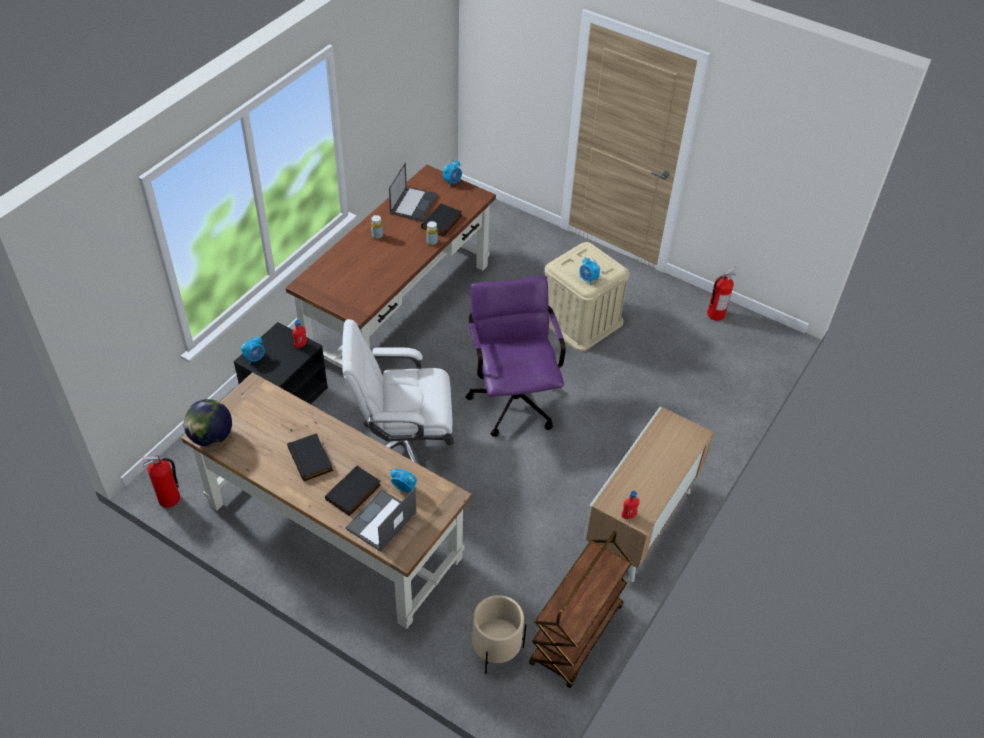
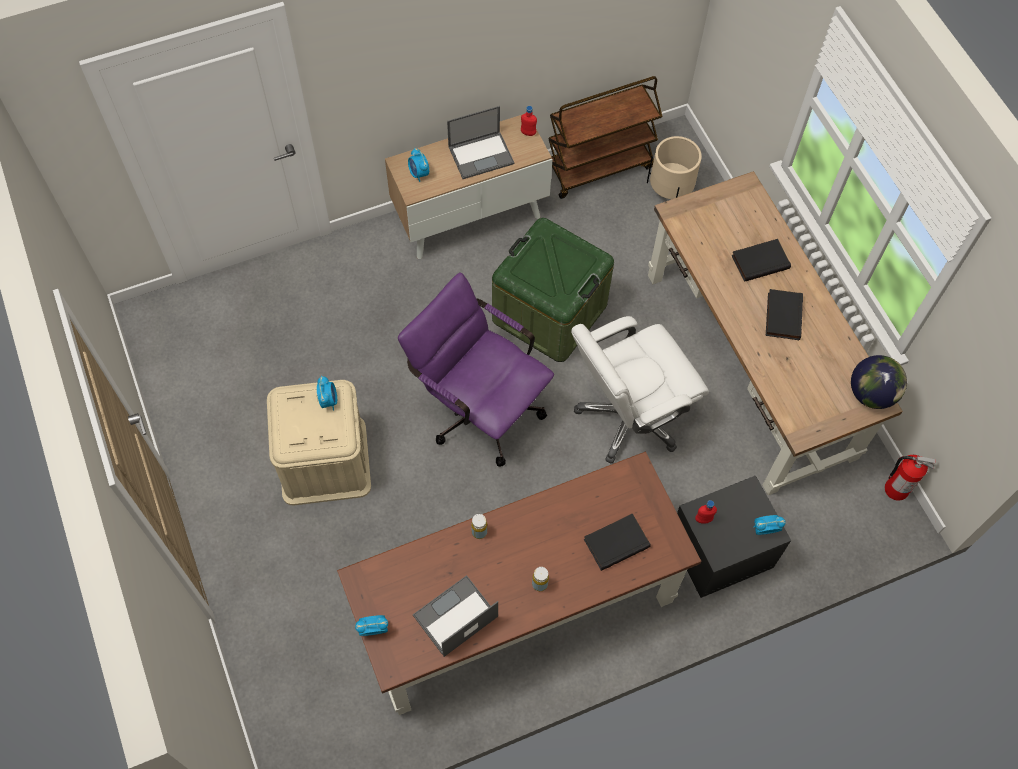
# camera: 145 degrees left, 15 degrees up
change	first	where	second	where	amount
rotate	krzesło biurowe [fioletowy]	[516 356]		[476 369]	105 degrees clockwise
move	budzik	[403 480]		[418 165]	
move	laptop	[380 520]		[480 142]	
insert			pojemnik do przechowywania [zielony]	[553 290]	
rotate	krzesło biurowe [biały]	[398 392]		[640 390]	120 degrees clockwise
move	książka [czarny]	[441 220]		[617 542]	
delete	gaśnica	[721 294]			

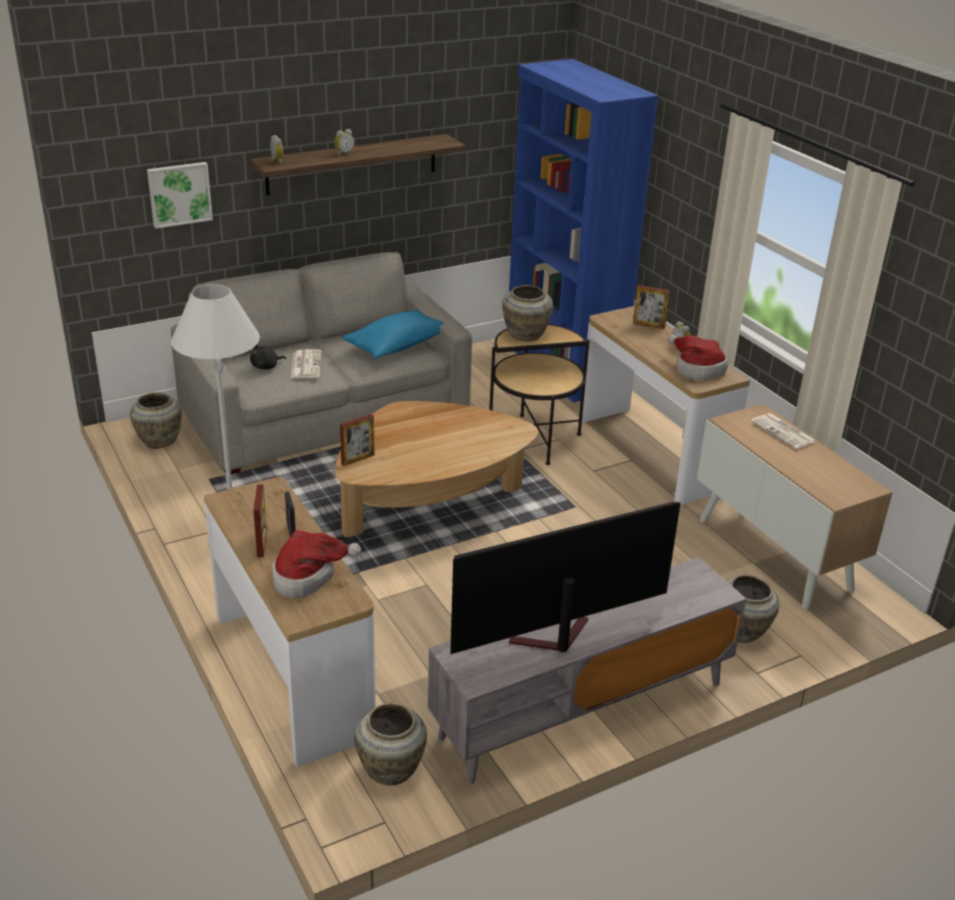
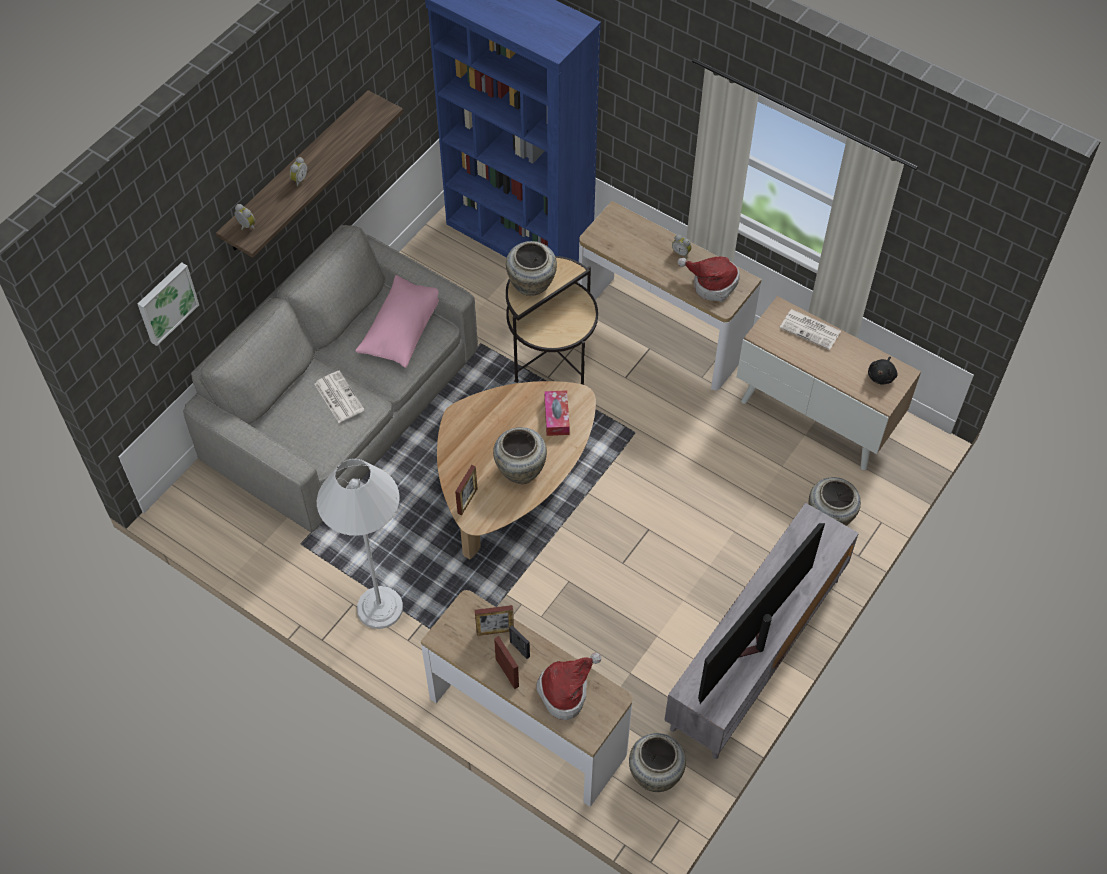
# camera: 25 degrees left, 25 degrees up
change	first	where	second	where	amount
recolor	poduszka [niebieski]	[392 334]	poduszka [różowy]	[397 321]	
move	ramka na zdjęcie	[651 307]		[494 620]	
move	wazon [beżowy]	[156 420]		[520 455]	
insert			pudełko chusteczek	[557 413]	
move	pluszak [czarny]	[268 357]		[883 371]	

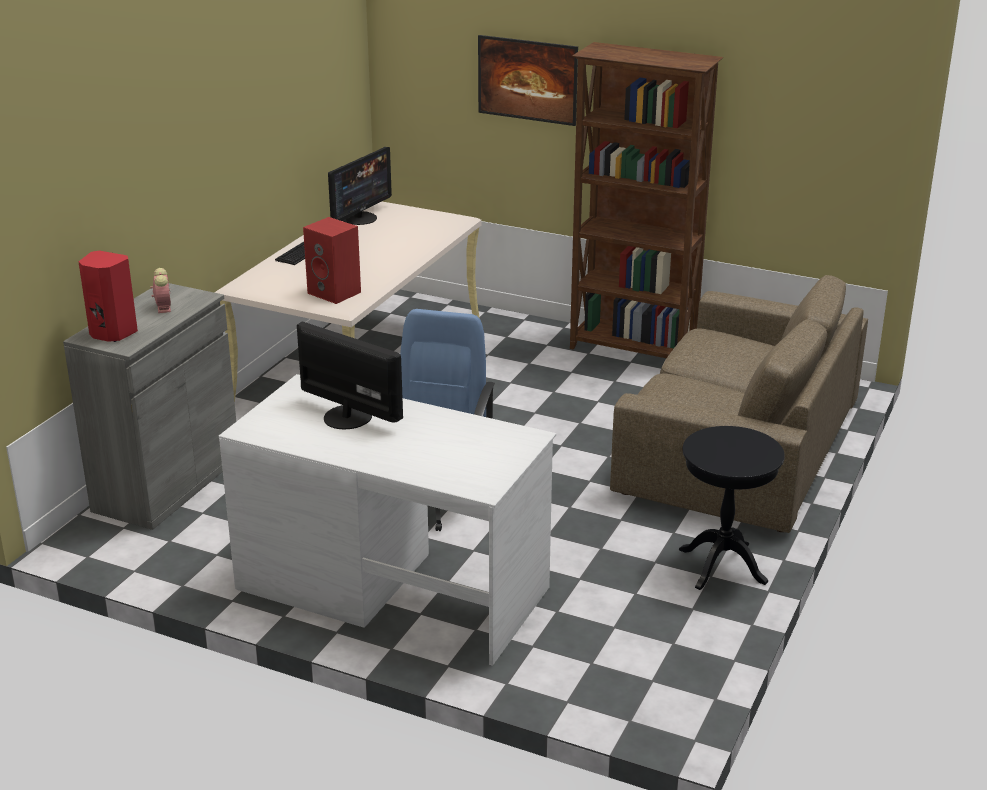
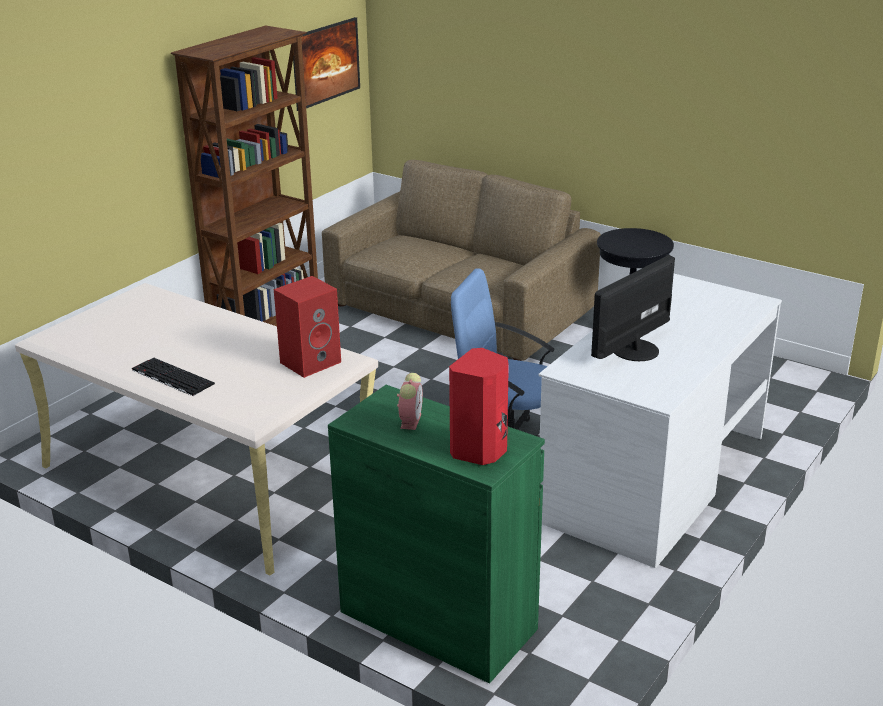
# camera: 80 degrees left, 0 degrees up
change	first	where	second	where	amount
move	obraz	[528 80]		[326 64]	
recolor	szafka [szary]	[149 406]	szafka [zielony]	[436 534]	
rotate	budzik	[160 290]		[410 401]	105 degrees clockwise
delete	monitor	[360 186]			

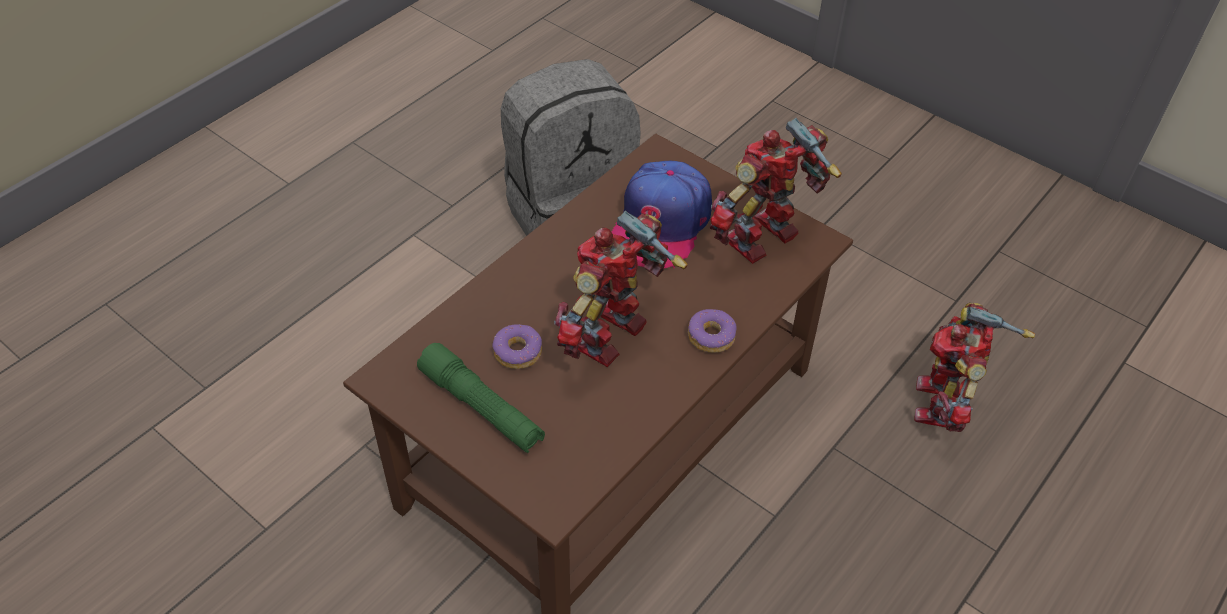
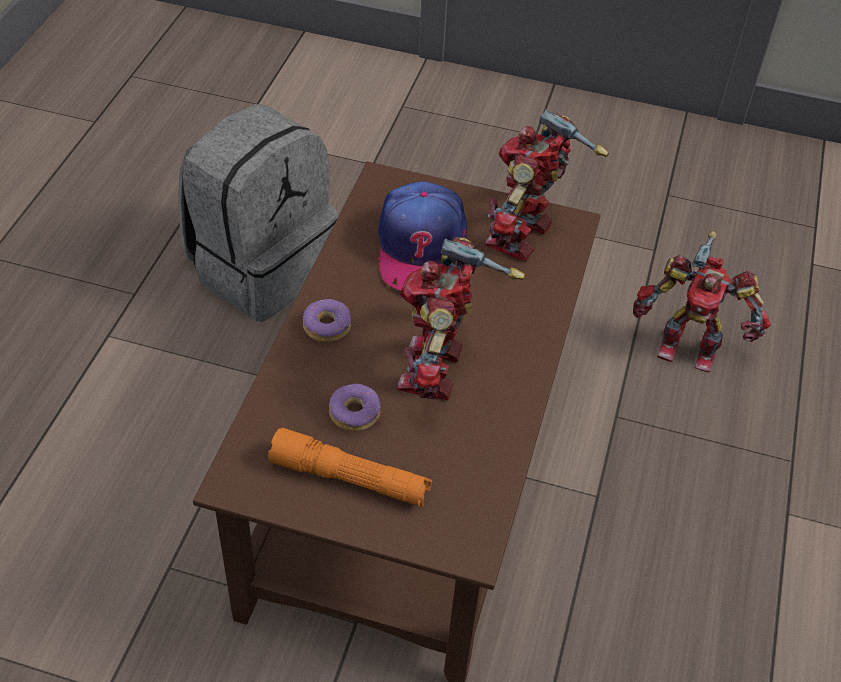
# camera: 25 degrees left, 0 degrees up
change	first	where	second	where	amount
recolor	latarka [zielony]	[481 398]	latarka [pomarańczowy]	[350 467]	
move	donut	[712 331]		[327 320]	
rotate	robot zabawkowy	[974 367]		[702 302]	60 degrees counterclockwise

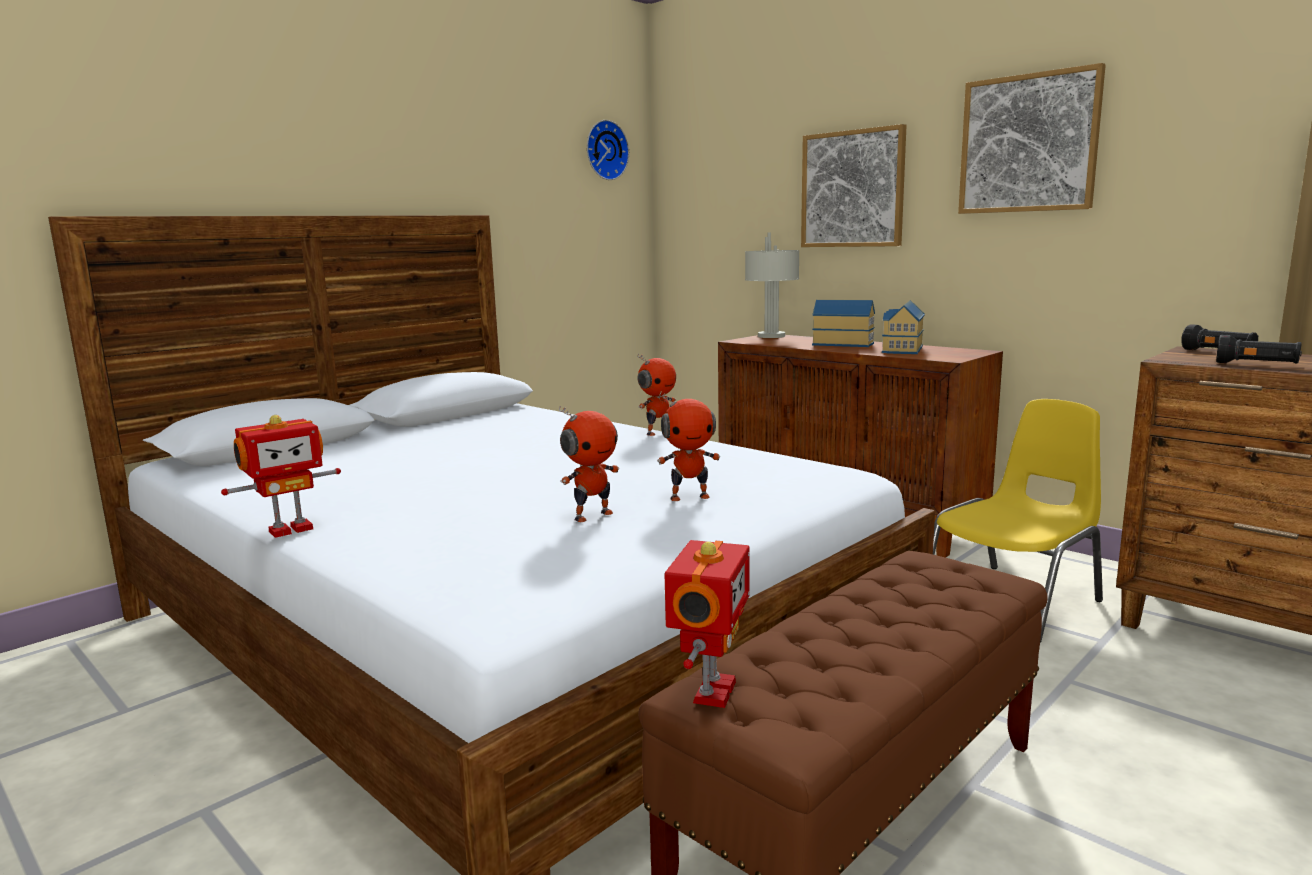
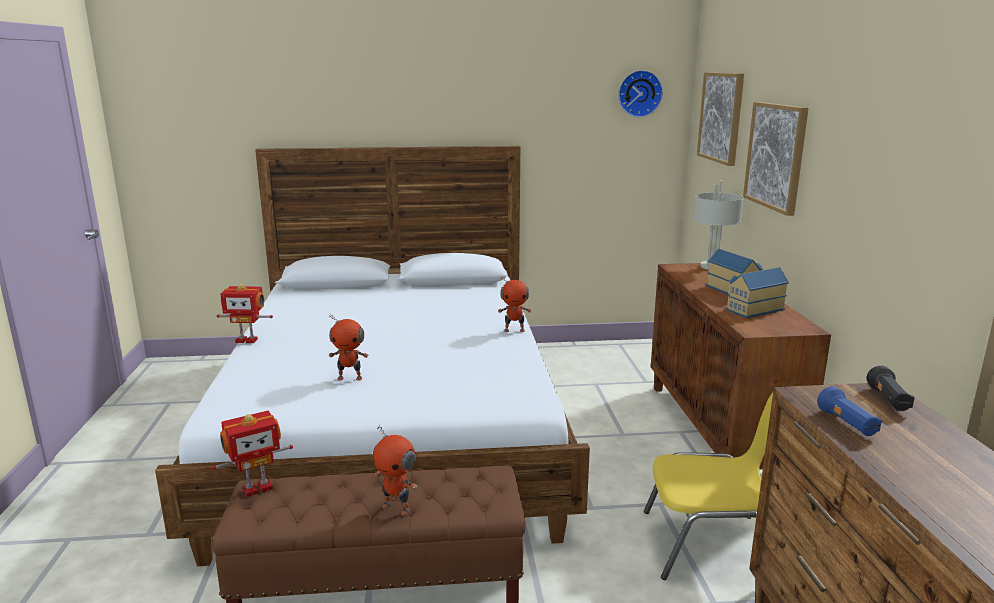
# camera: 40 degrees right, 5 degrees up
change	first	where	second	where	amount
move	robot zabawkowy	[688 446]		[395 470]	
move	obraz	[1032 138]		[720 119]	
recolor	latarka [czarny]	[1259 349]	latarka [niebieski]	[849 411]	

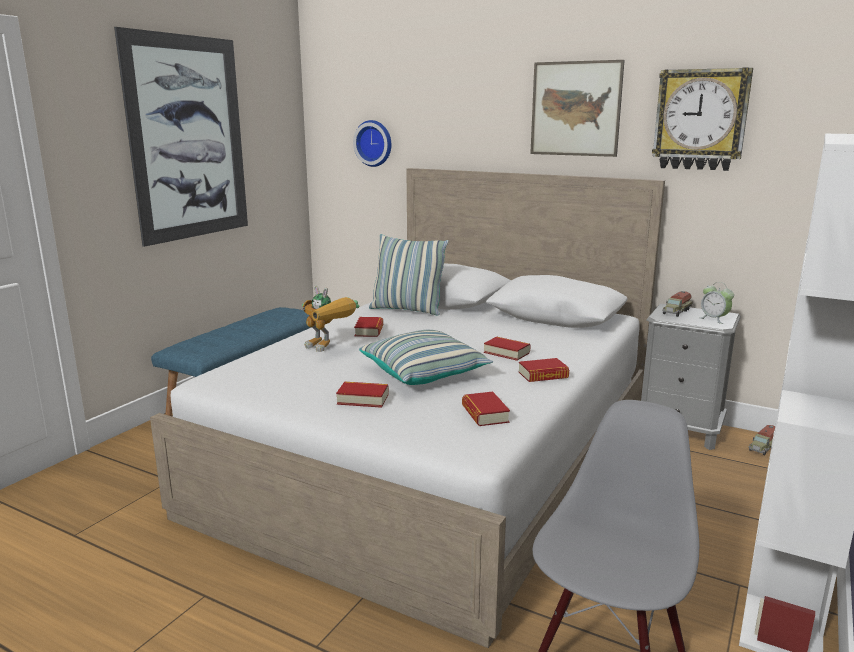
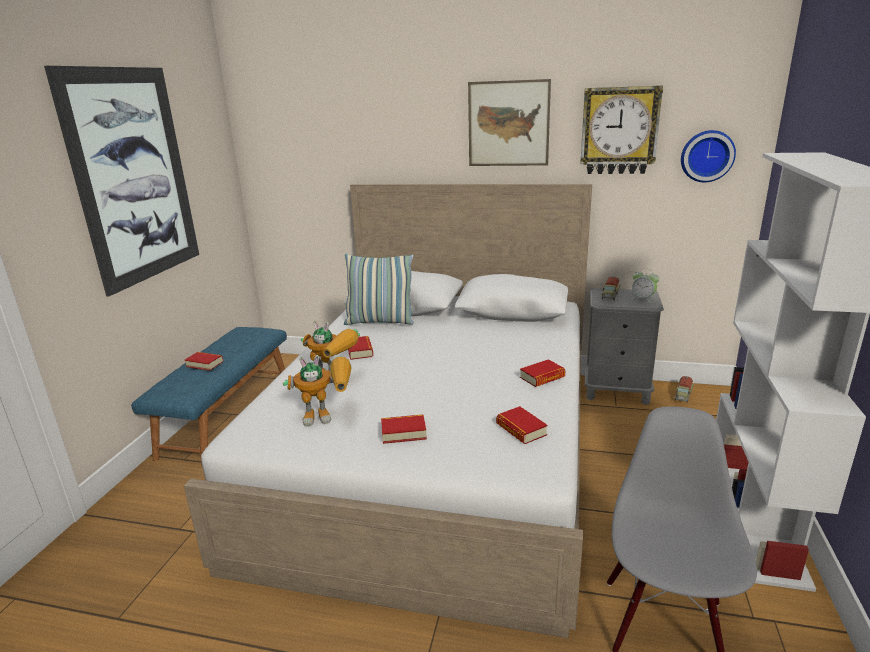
# camera: 15 degrees left, 5 degrees up
change	first	where	second	where	amount
move	książka	[507 349]		[204 361]	
insert			robot zabawkowy	[317 391]	
move	zegar ścienny	[372 143]		[708 156]	
delete	poduszka	[426 357]			

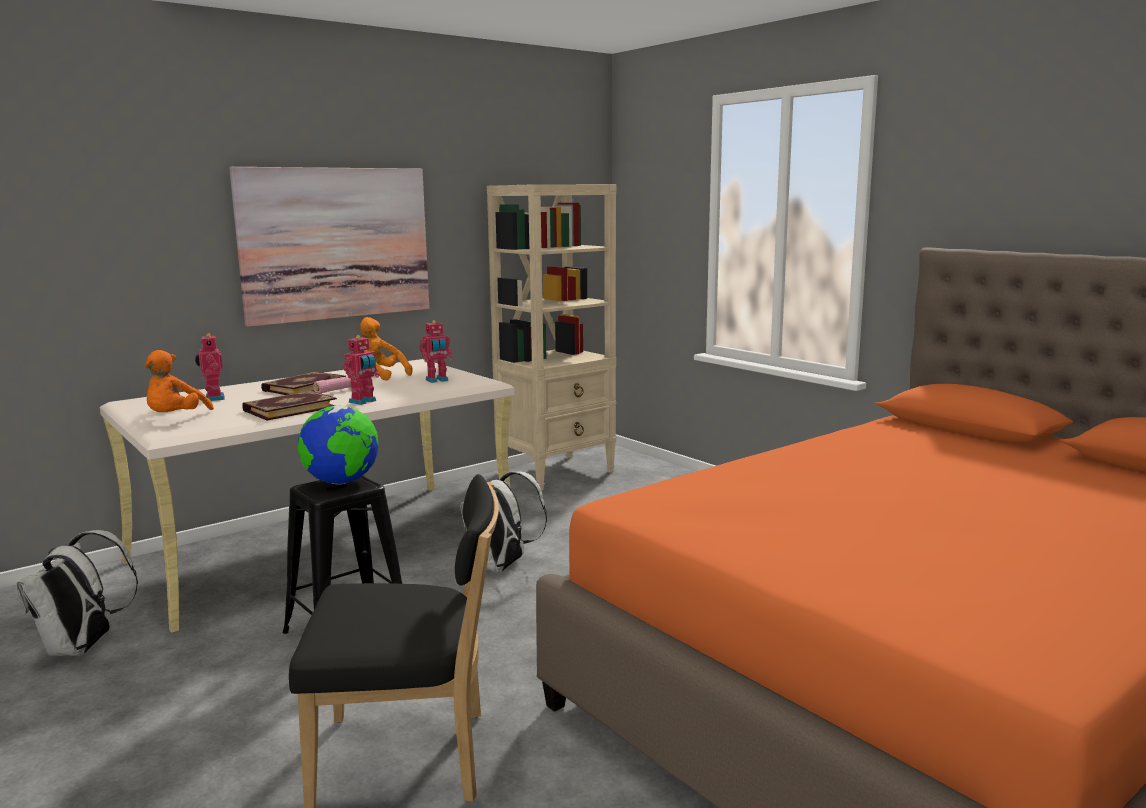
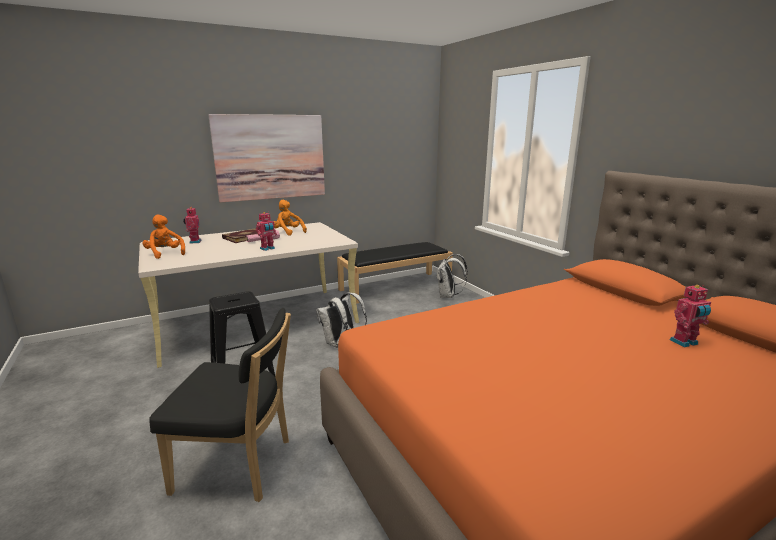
# camera: 10 degrees right, 5 degrees up
change	first	where	second	where	amount
rotate	pluszak [pomarańczowy]	[179 381]		[163 237]	120 degrees clockwise
replace	regał [beżowy]	[552 337]	ławka [czarny]	[395 273]	
move	plecak [biały]	[77 593]		[452 276]	
move	robot zabawkowy	[436 351]		[690 316]	
delete	książka	[289 406]			
delete	globus	[338 445]			

